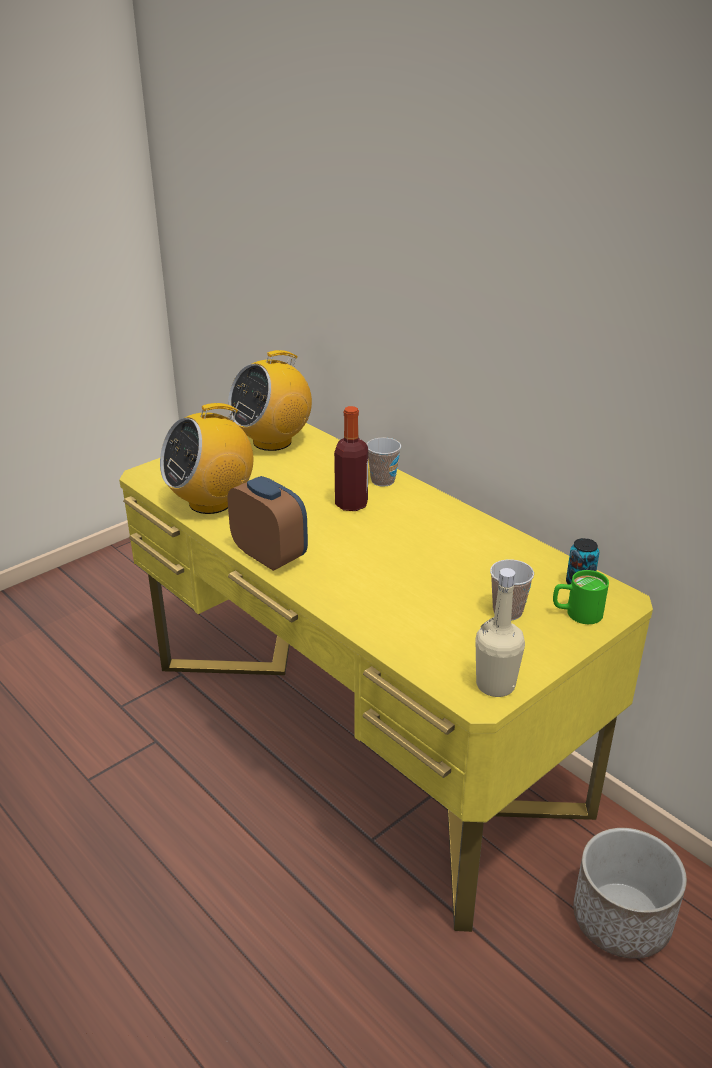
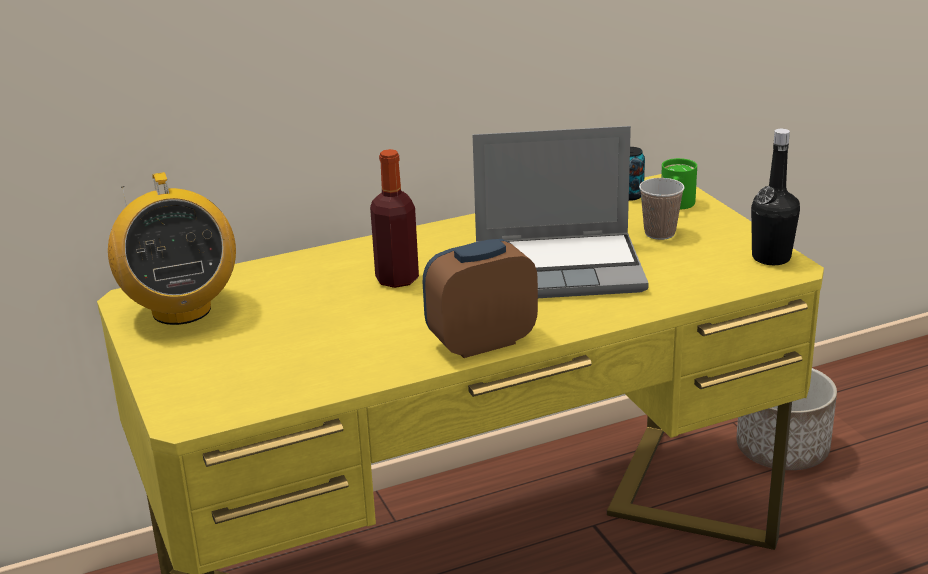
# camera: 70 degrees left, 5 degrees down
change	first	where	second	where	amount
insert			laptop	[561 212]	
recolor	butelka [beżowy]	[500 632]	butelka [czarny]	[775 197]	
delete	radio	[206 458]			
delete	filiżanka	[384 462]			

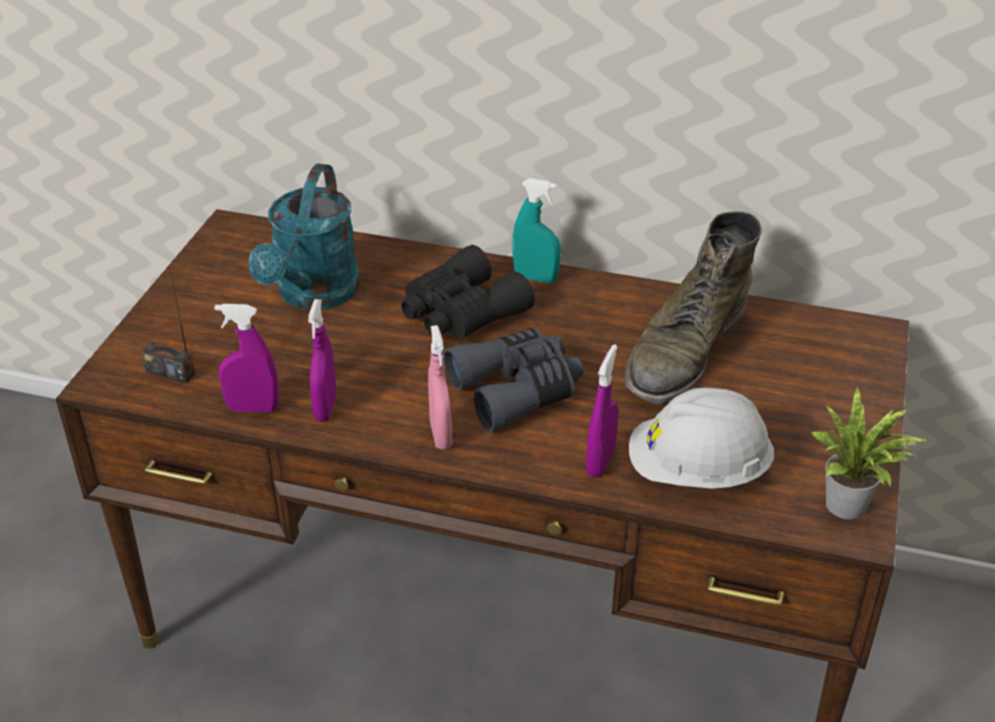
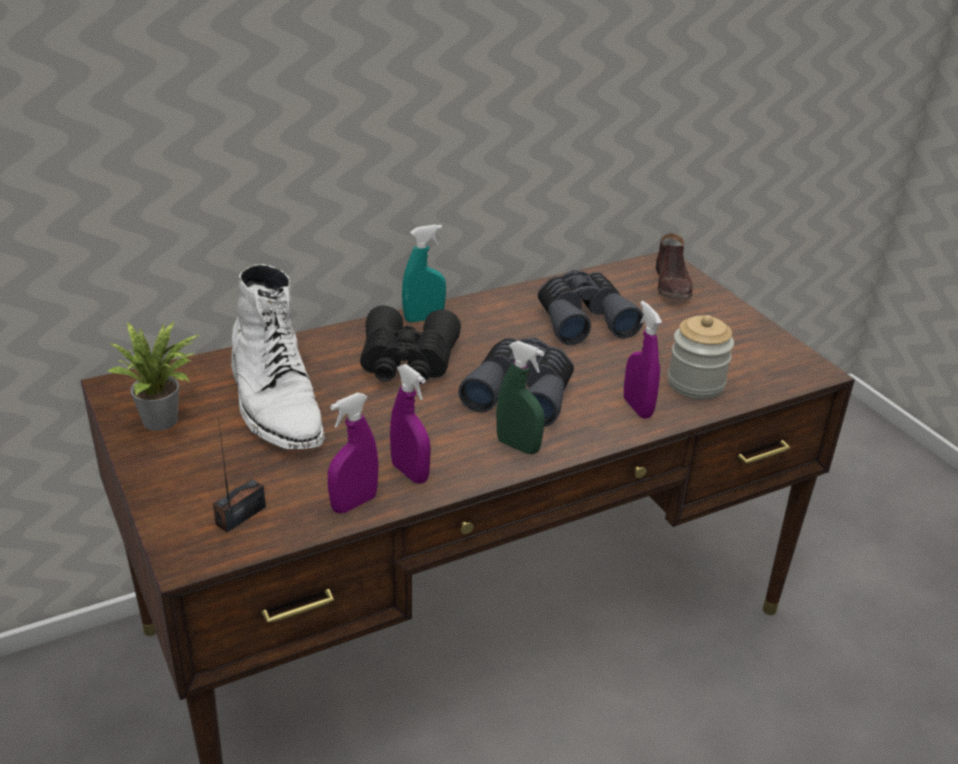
# camera: 45 degrees left, 5 degrees down
change	first	where	second	where	amount
move	roślina doniczkowa	[869 453]		[155 376]	
rotate	radio	[168 326]		[239 475]	150 degrees clockwise
replace	konewka [turkusowy]	[304 236]	but z cholewką [biały]	[278 356]	
recolor	spryskiwacz [różowy]	[440 387]	spryskiwacz [zielony]	[520 397]	
replace	but z cholewką [zielony]	[693 307]	lornetka [szary]	[591 307]	
insert			but [brązowy]	[674 266]	
replace	kask [biały]	[702 438]	słoik	[701 357]	

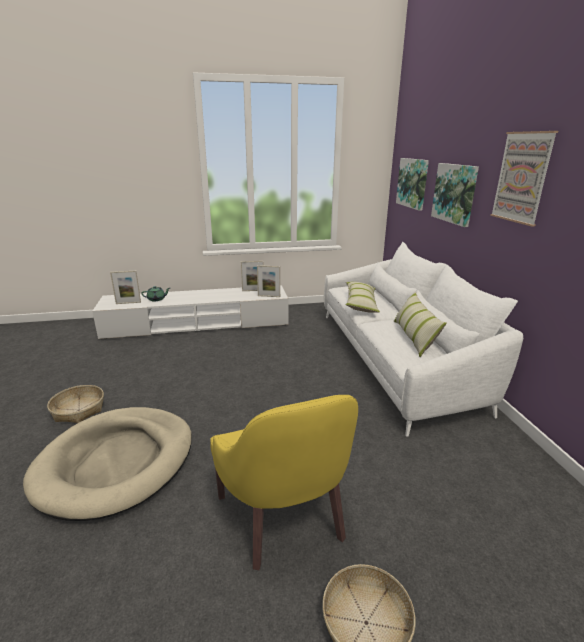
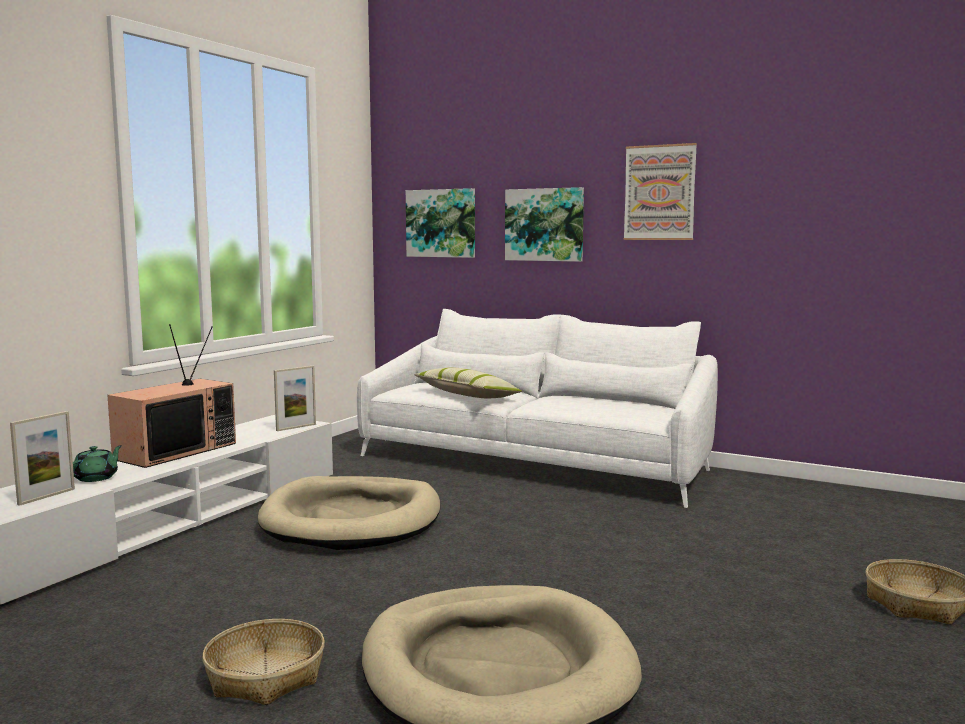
# camera: 50 degrees left, 15 degrees down
change	first	where	second	where	amount
insert			telewizor	[171 396]	
insert			legowisko [beżowy]	[349 513]	
delete	fotel [żółty]	[284 482]			
delete	ramka na zdjęcie	[252 276]			
delete	poduszka	[420 324]			

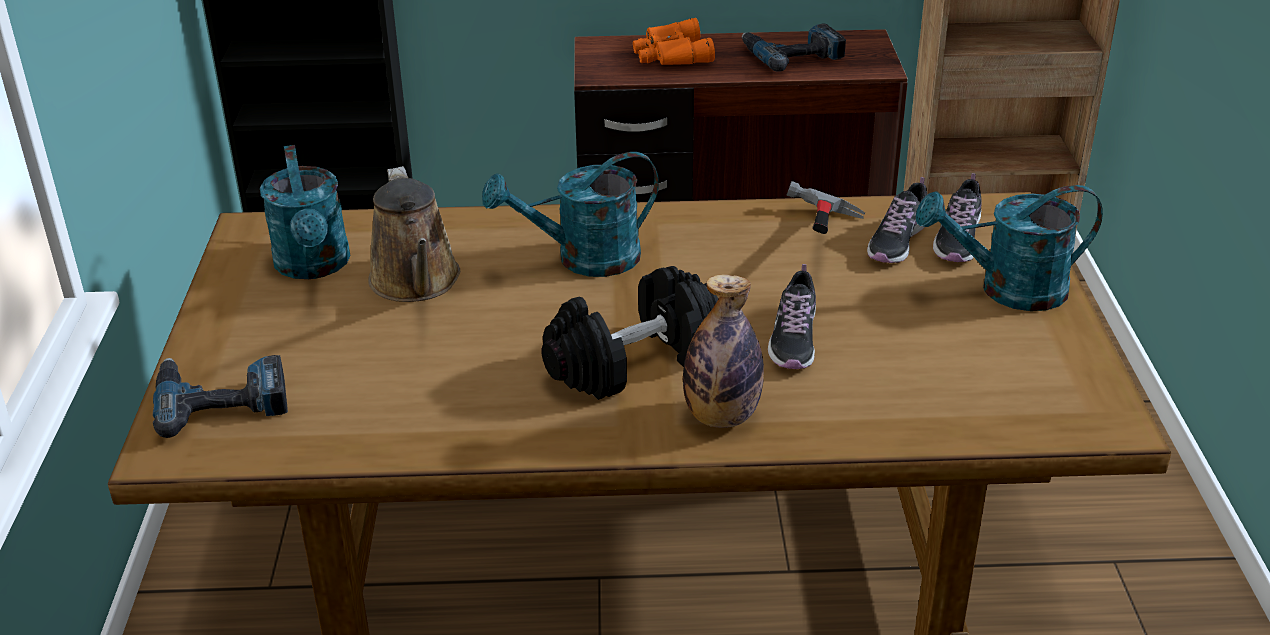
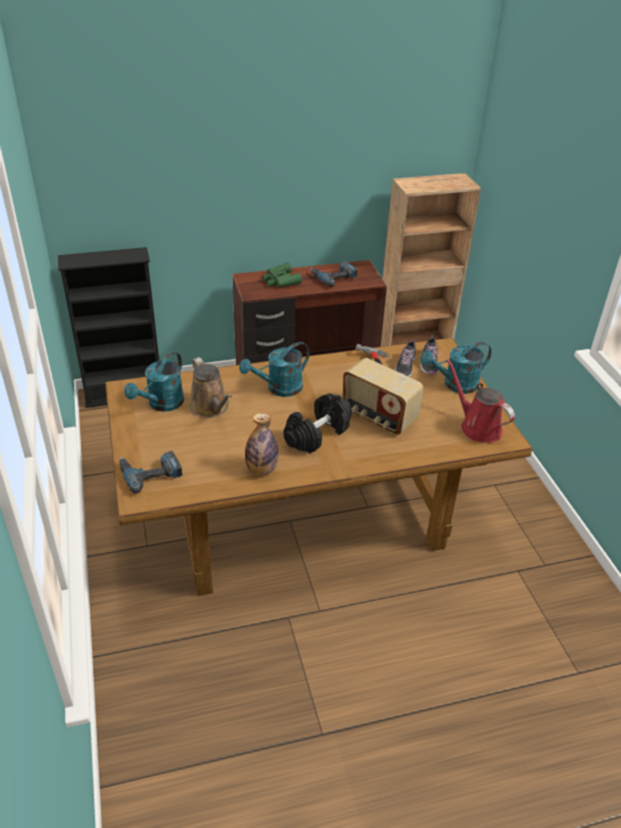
# camera: 15 degrees left, 5 degrees up
change	first	where	second	where	amount
rotate	konewka [turkusowy]	[305 212]		[154 381]	60 degrees clockwise
move	butelka	[723 351]		[262 444]	
recolor	lornetka [pomarańczowy]	[674 41]	lornetka [zielony]	[282 274]	
replace	but	[792 316]	radio	[383 396]	
insert			konewka [czerwony]	[480 401]	

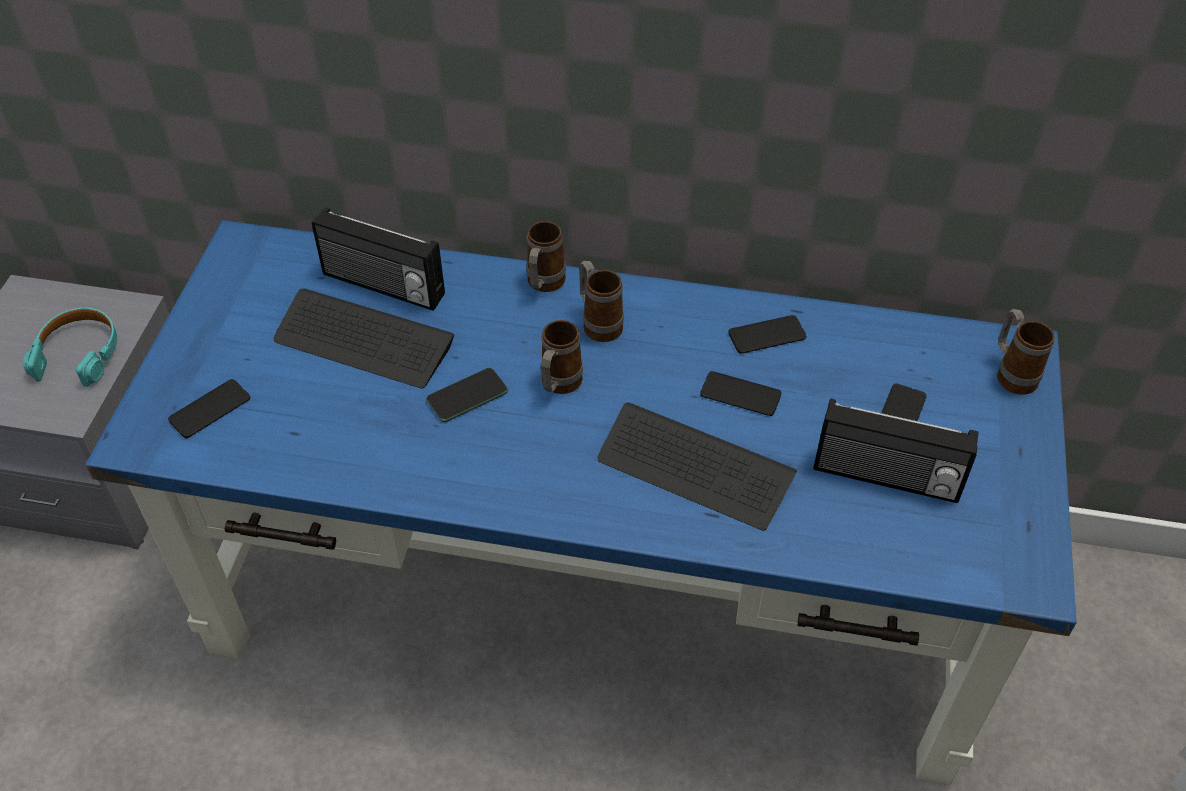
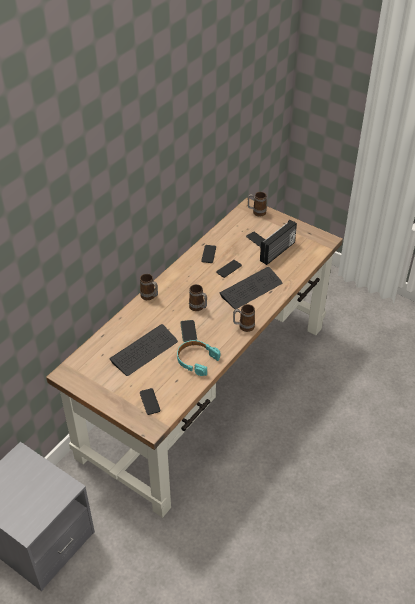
# camera: 65 degrees left, 5 degrees down
change	first	where	second	where	amount
recolor	biurko [niebieski]	[581 502]	biurko [brązowy]	[194 357]	
move	słuchawki [turkusowy]	[70 347]		[199 358]	
move	kubek	[601 301]		[244 318]	
delete	radio	[378 259]			

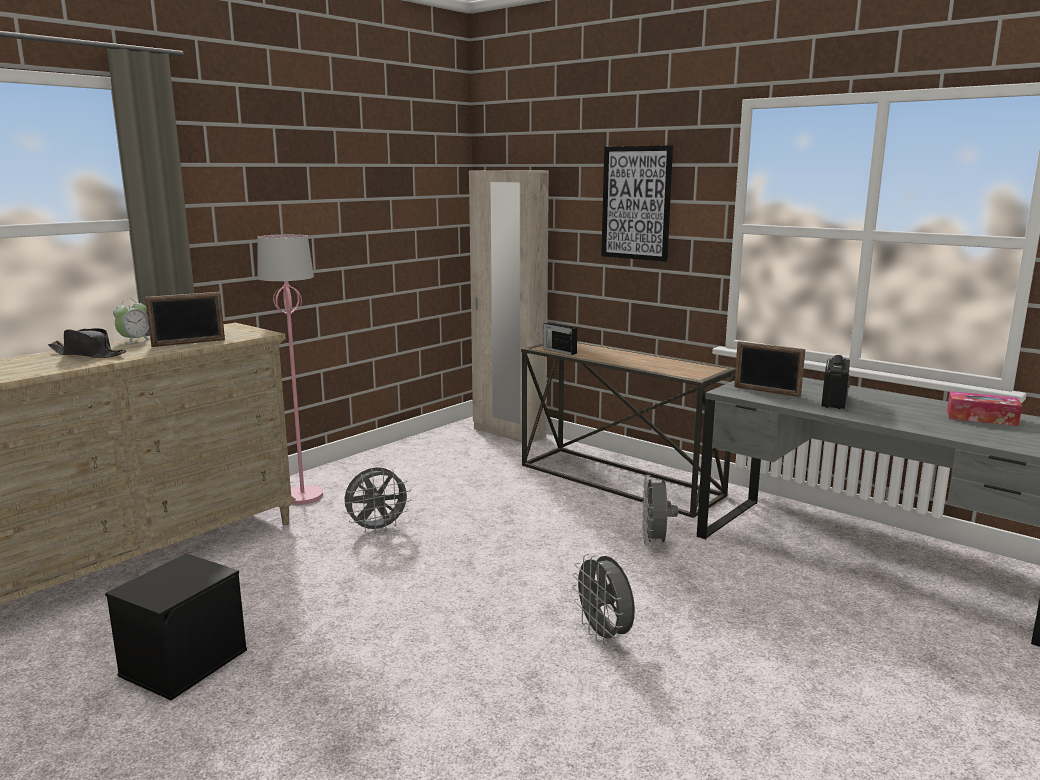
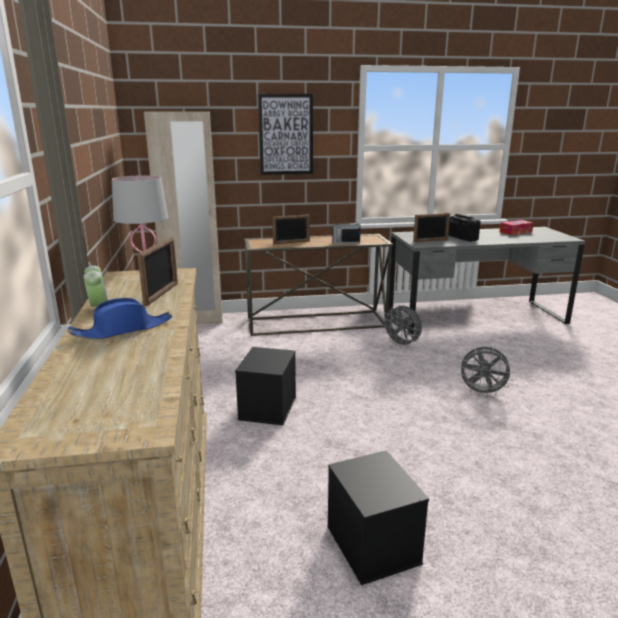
# camera: 50 degrees left, 5 degrees up
change	first	where	second	where	amount
recolor	kapelusz [czarny]	[87 343]	kapelusz [niebieski]	[120 319]	
replace	wentylator [szary]	[377 500]	pojemnik do przechowywania [czarny]	[265 386]	
insert			ramka na zdjęcie	[291 229]	
move	radio	[560 337]		[346 231]	

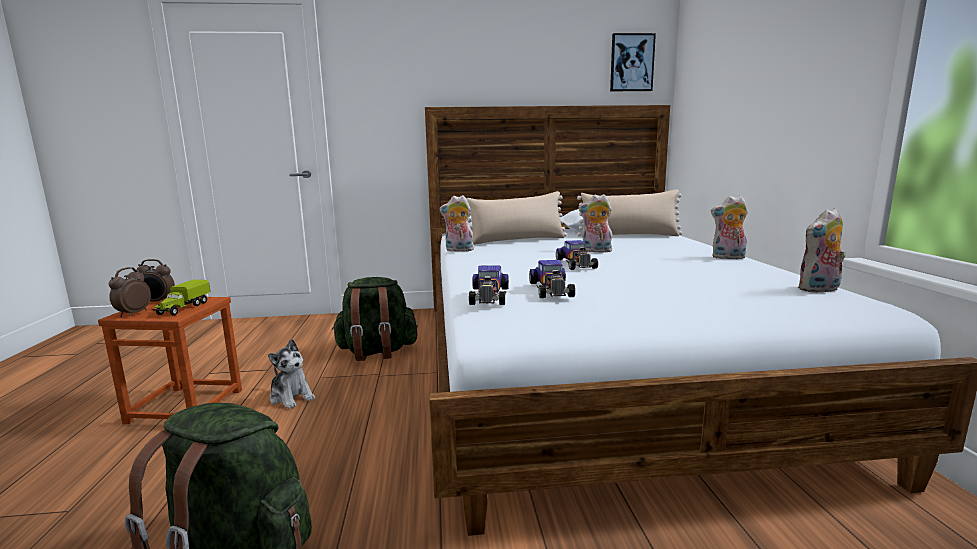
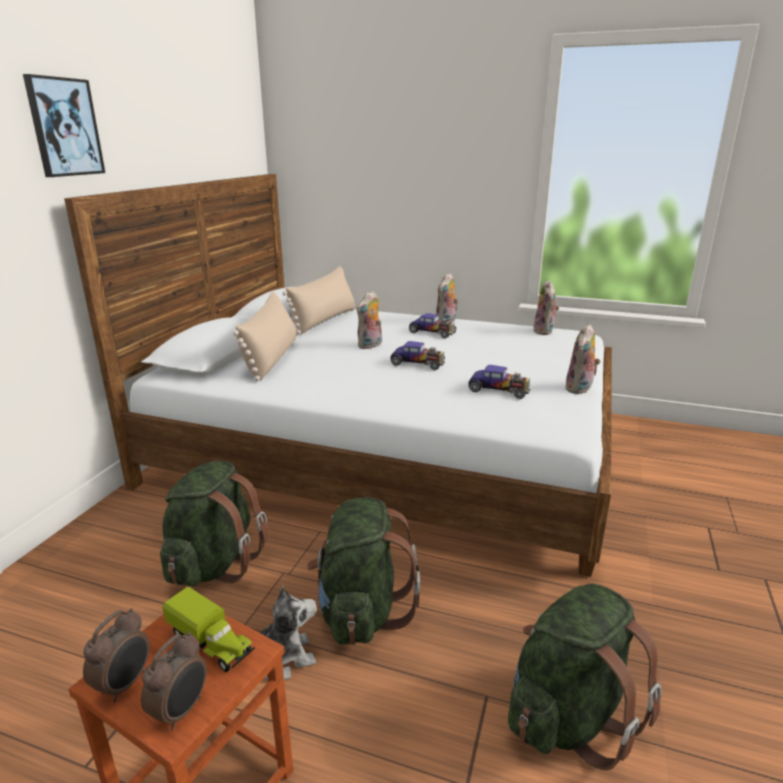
# camera: 65 degrees left, 10 degrees up
change	first	where	second	where	amount
move	obraz	[633 62]		[64 125]	
rotate	budzik	[130 292]		[174 681]	105 degrees counterclockwise
insert			plecak [zielony]	[363 571]	
move	samochodzik	[489 285]		[432 325]	
move	pluszak	[457 223]		[583 359]	

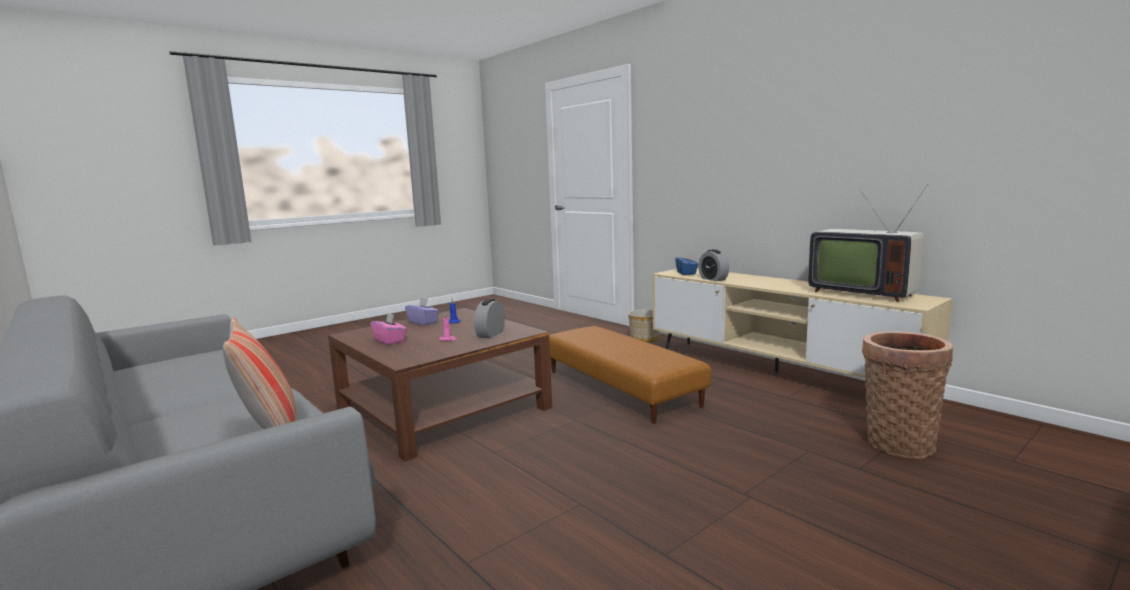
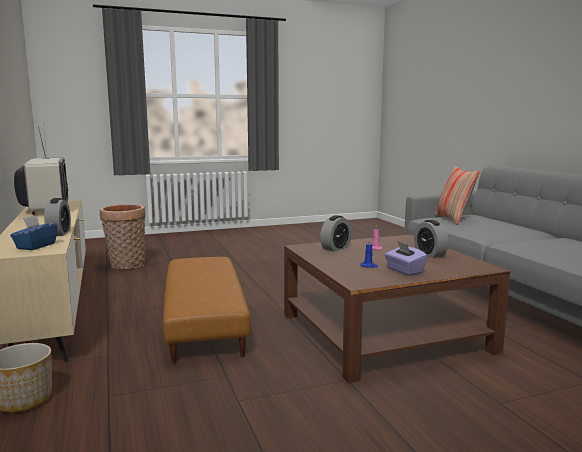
# camera: 160 degrees left, 0 degrees up
change	first	where	second	where	amount
replace	pudełko chusteczek [różowy]	[388 329]	budzik	[431 239]	

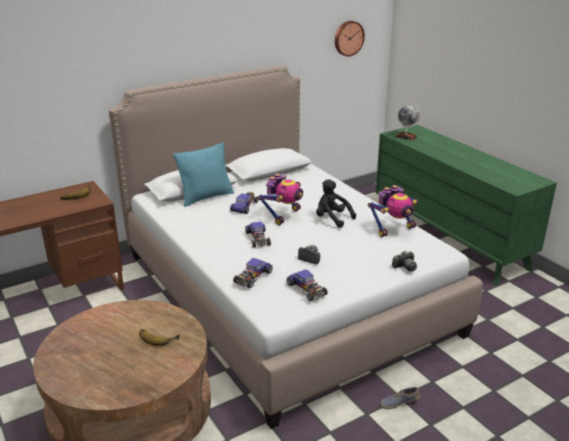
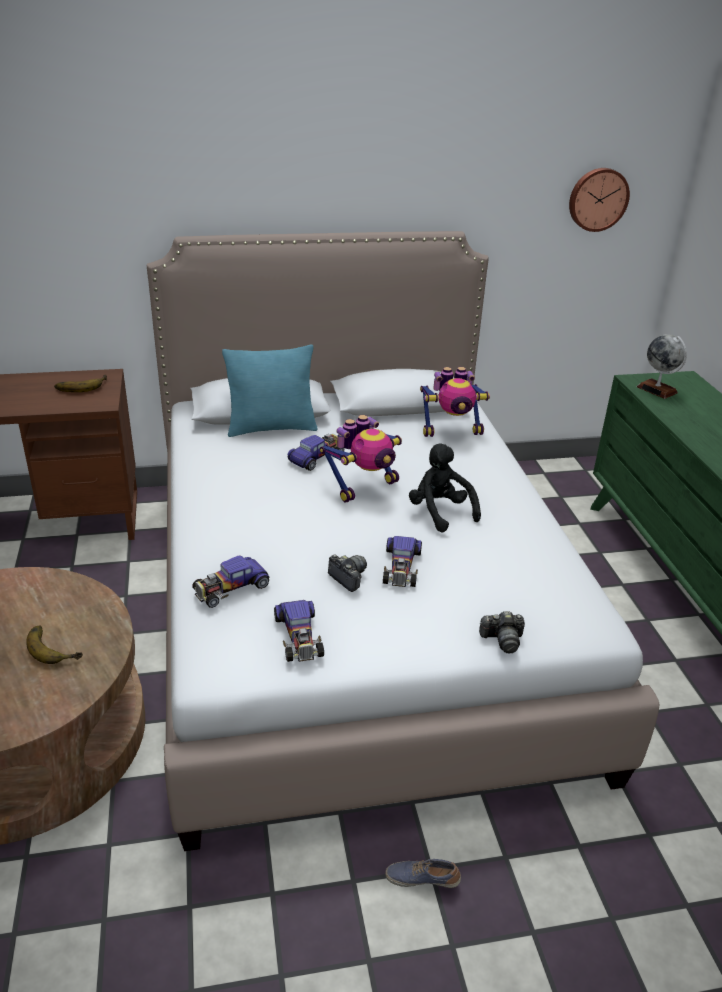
# camera: 20 degrees right, 5 degrees up
change	first	where	second	where	amount
move	samochodzik	[258 234]		[402 561]	
move	robot zabawkowy	[393 211]		[455 402]	

